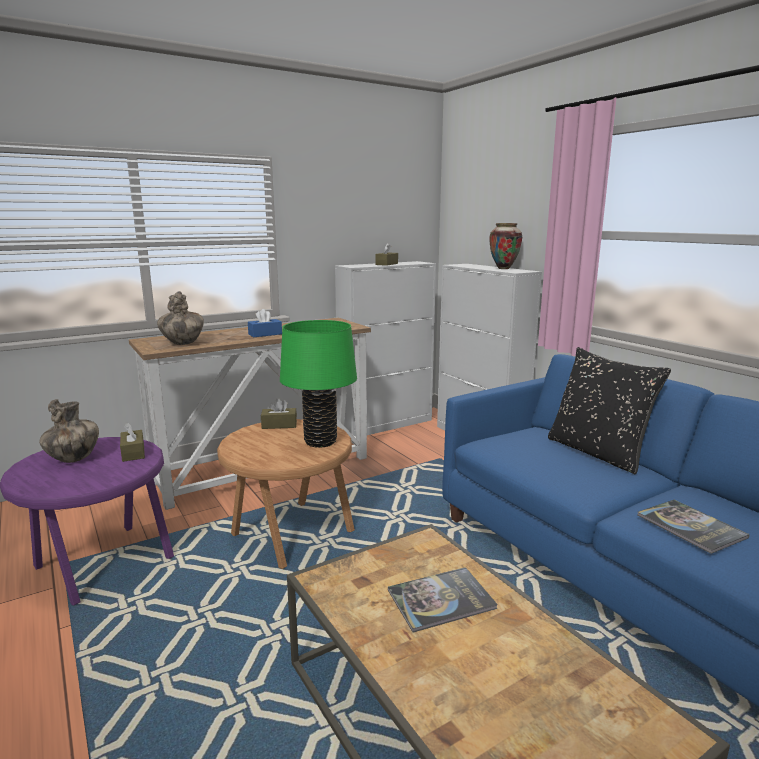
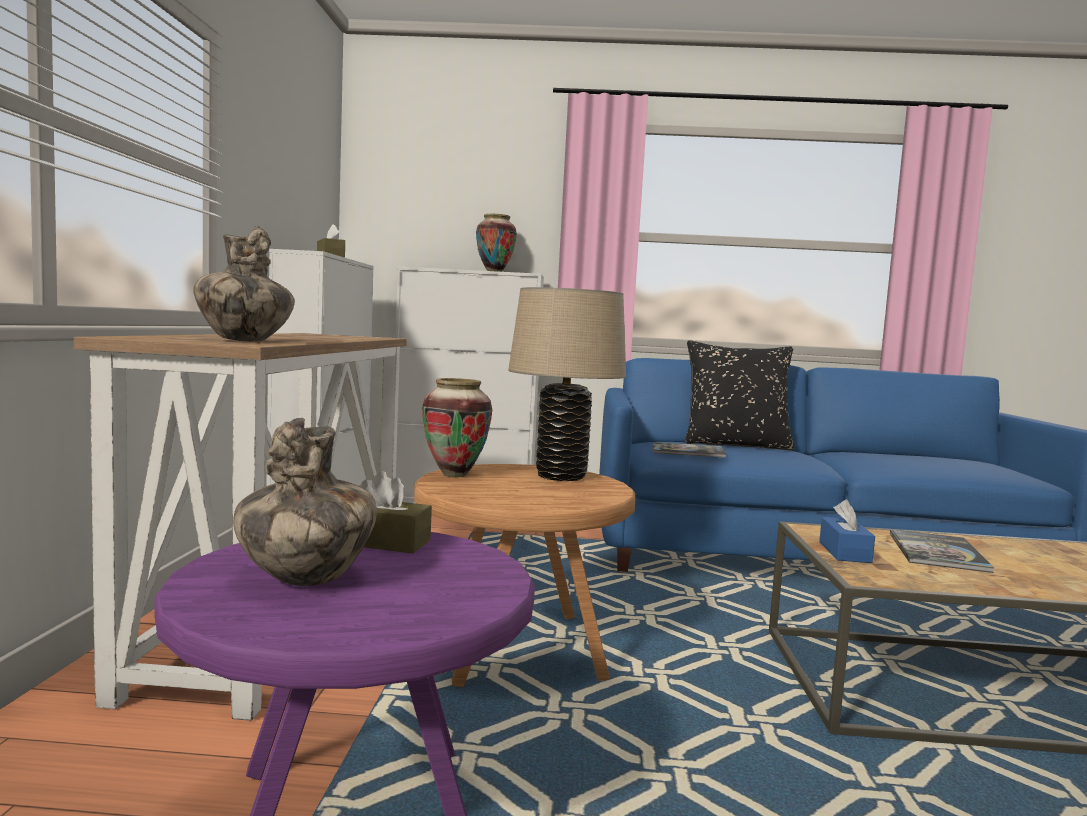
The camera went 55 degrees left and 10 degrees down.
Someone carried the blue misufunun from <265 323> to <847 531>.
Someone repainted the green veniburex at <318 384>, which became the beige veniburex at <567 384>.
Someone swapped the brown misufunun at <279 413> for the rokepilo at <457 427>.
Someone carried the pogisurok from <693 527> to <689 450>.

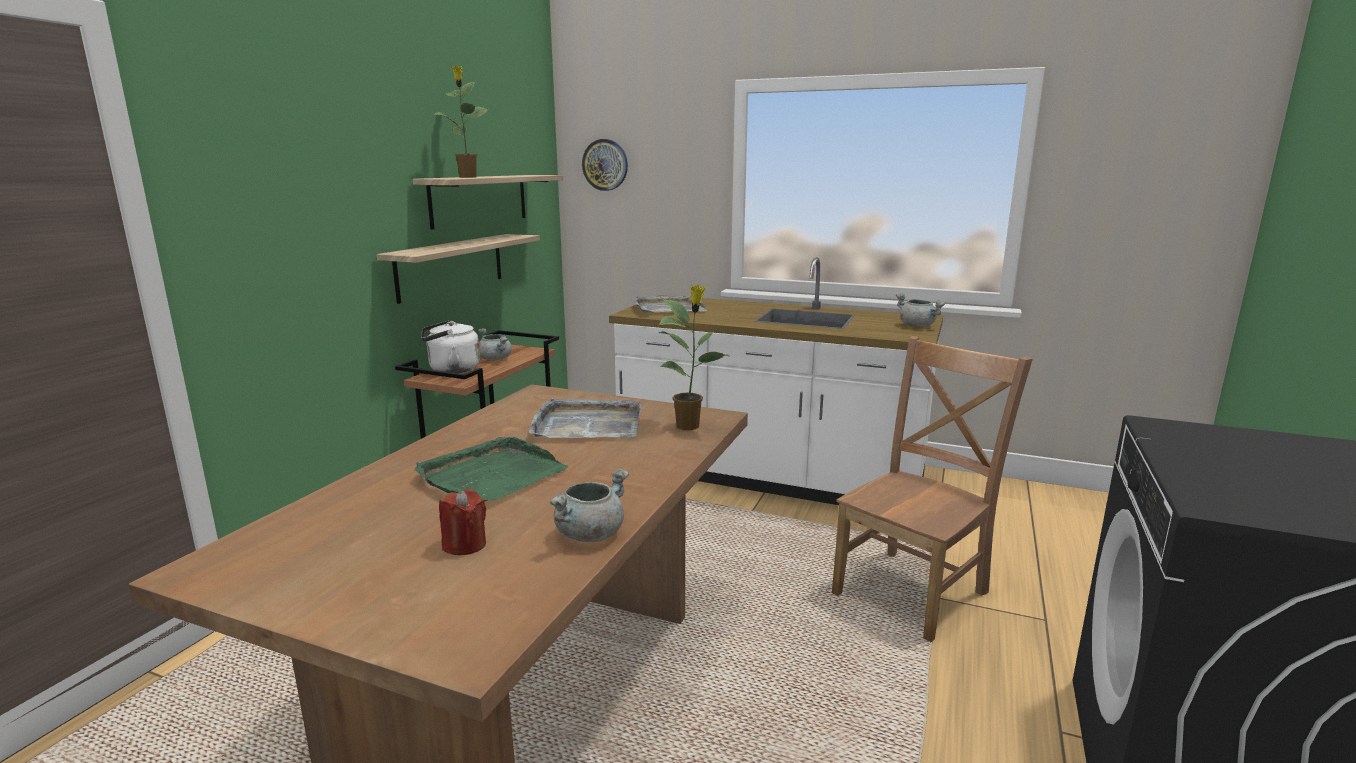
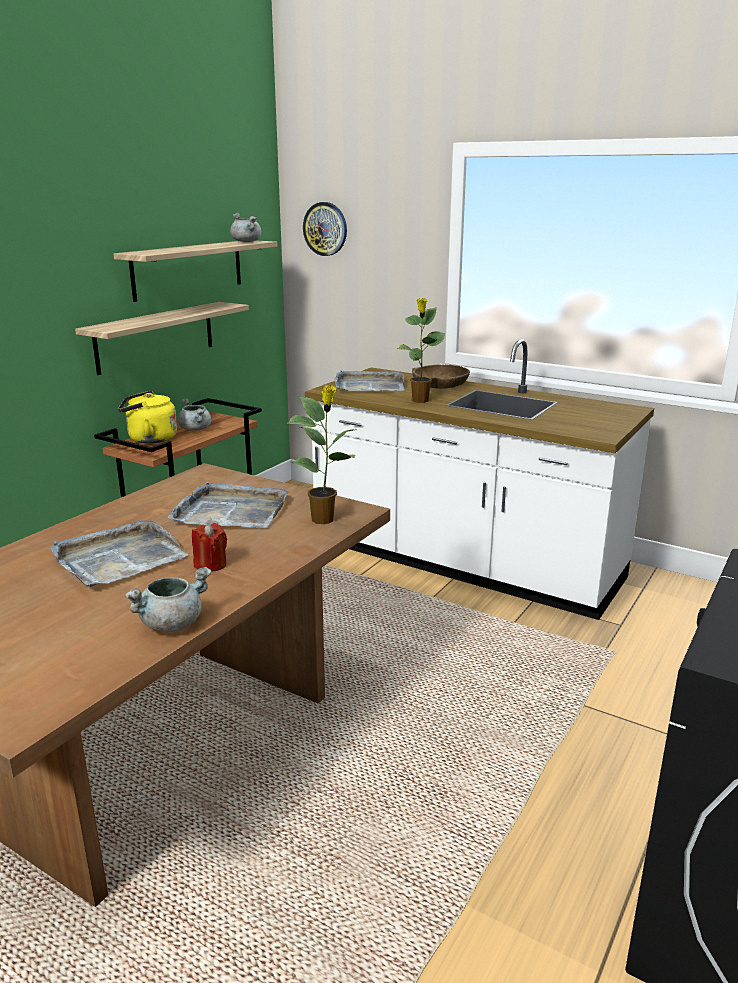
The camera went 10 degrees right and 5 degrees up.
Someone carried the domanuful from <461 122> to <421 350>.
Someone carried the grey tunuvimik from <921 310> to <245 227>.
Someone repainted the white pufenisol at <450 346>, which became the yellow pufenisol at <147 417>.
Someone took away the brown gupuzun at <932 489>.
Someone repainted the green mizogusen at <491 469>, which became the grey mizogusen at <119 553>.
Someone carried the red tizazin from <462 522> to <209 547>.
Someone put down the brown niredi at <441 377>.

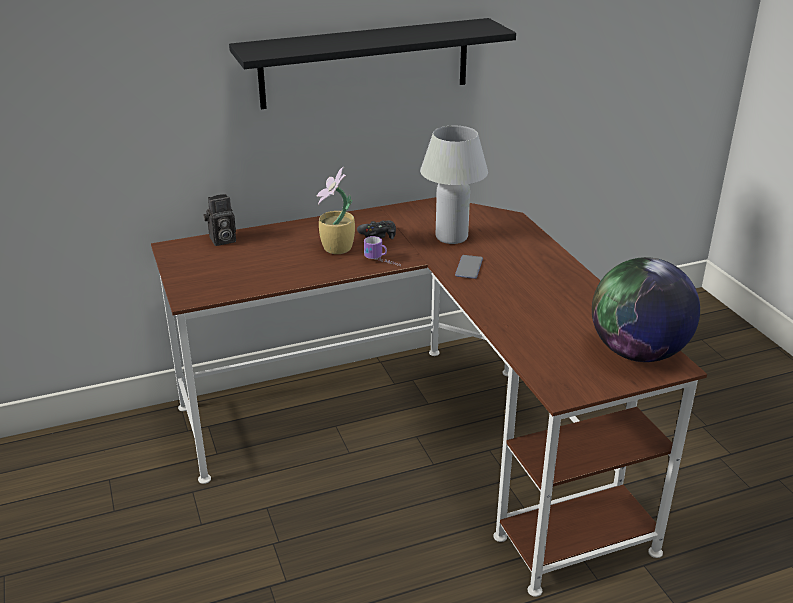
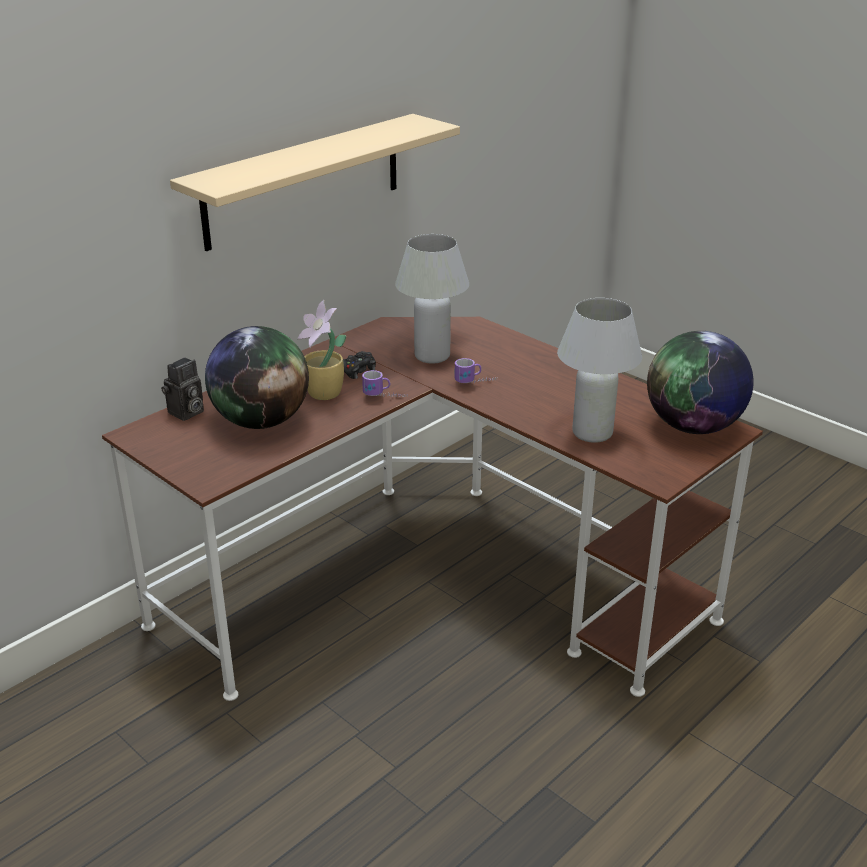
The camera went 25 degrees left and 0 degrees up.
Someone repainted the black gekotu at <372 63>, which became the beige gekotu at <315 182>.
Someone swapped the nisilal at <469 267> for the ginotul at <476 370>.
Someone put down the white veniburex at <599 370>.
Someone put down the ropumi at <257 377>.

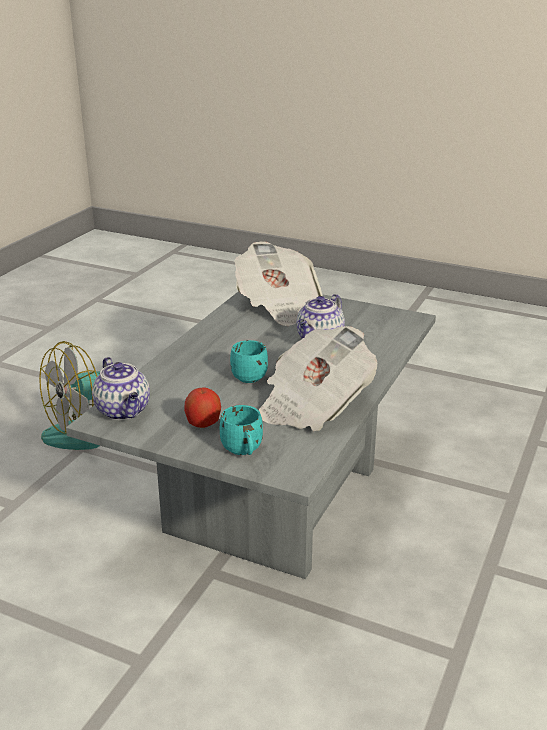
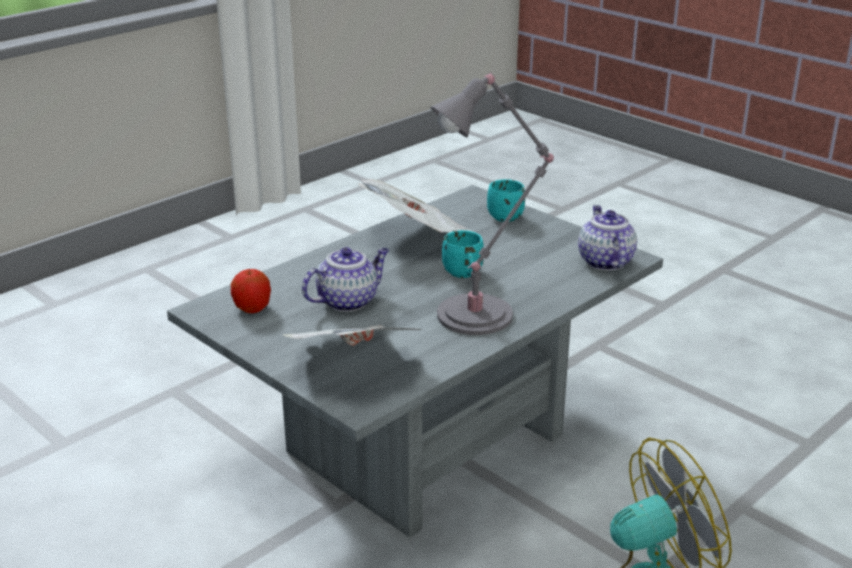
The camera went 160 degrees left and 0 degrees up.
Someone carried the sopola from <202 408> to <251 291>.
Someone put down the grey veniburex at <492 203>.

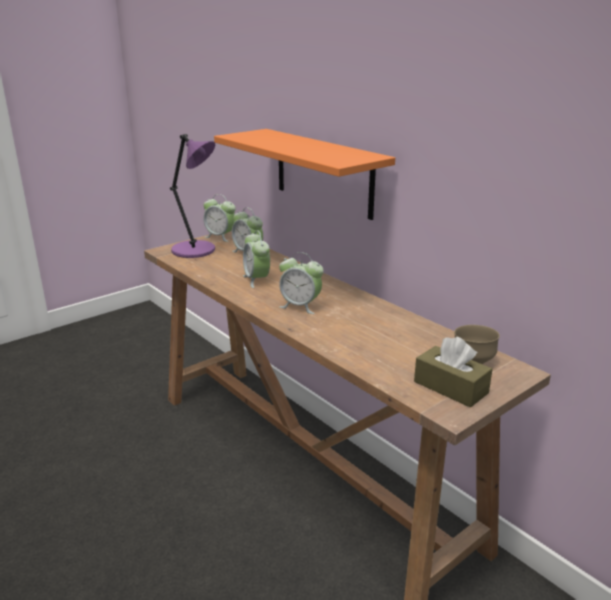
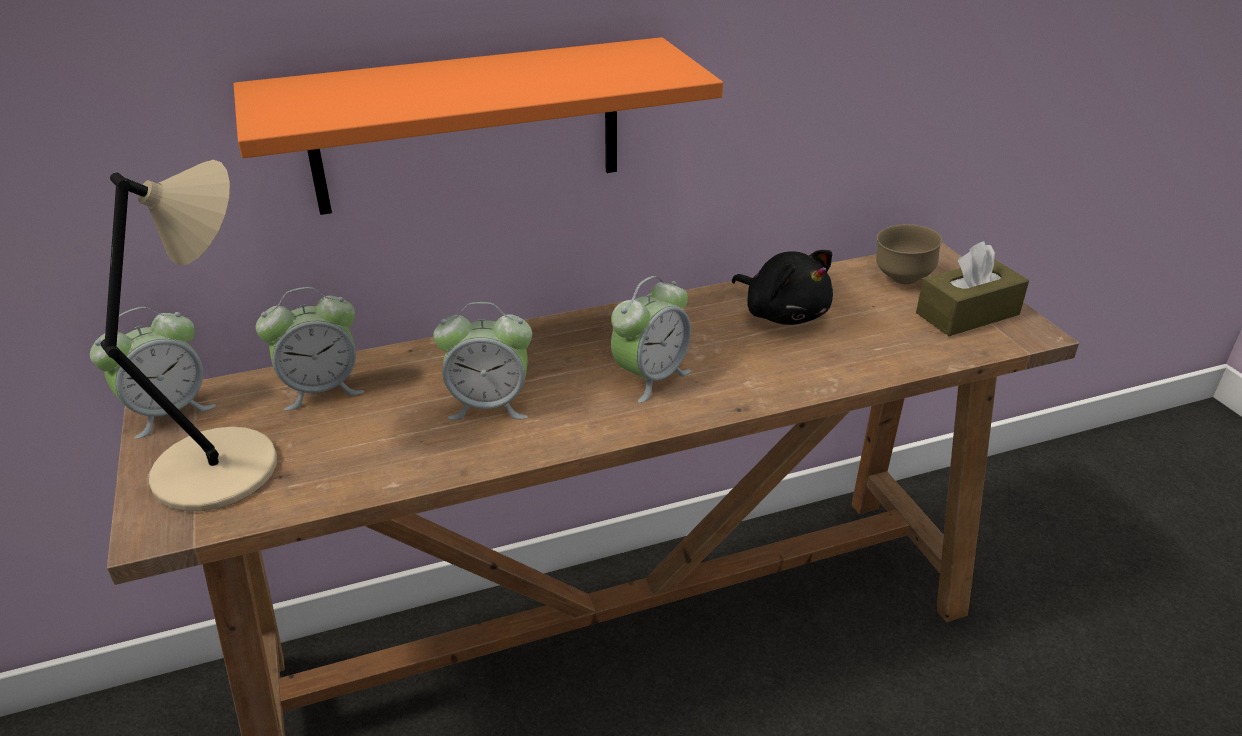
The camera went 70 degrees left and 10 degrees up.
Someone repainted the purple veniburex at <192 196>, which became the beige veniburex at <189 335>.
Someone put down the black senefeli at <782 287>.

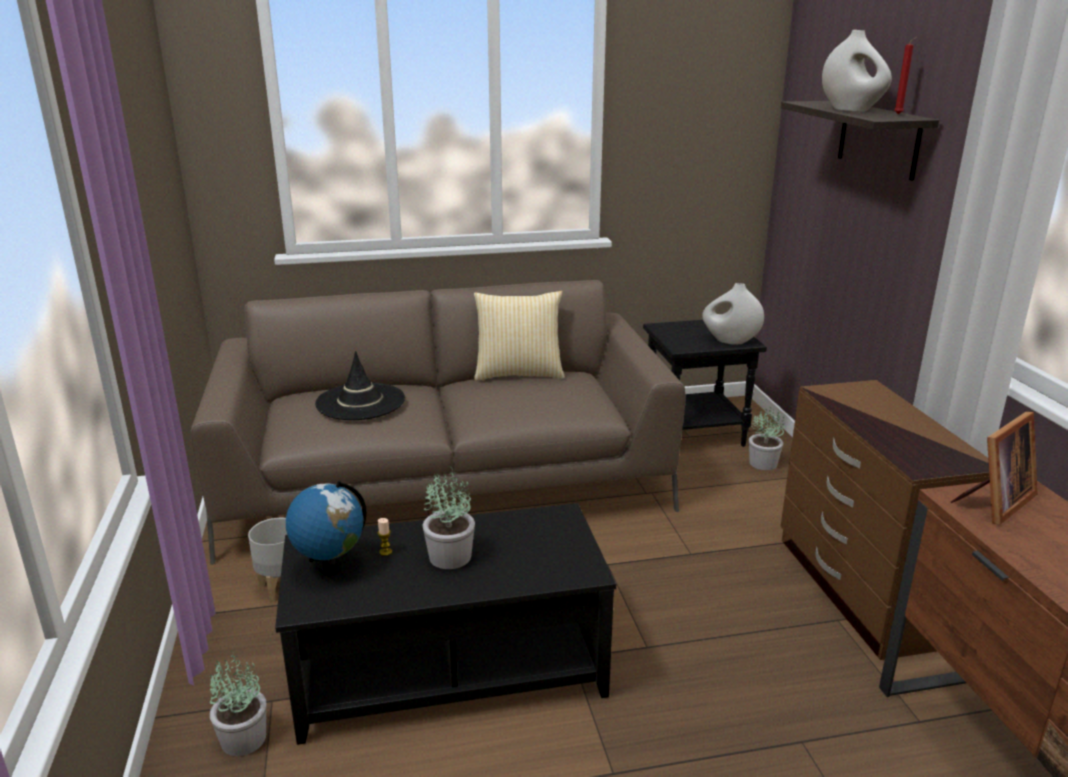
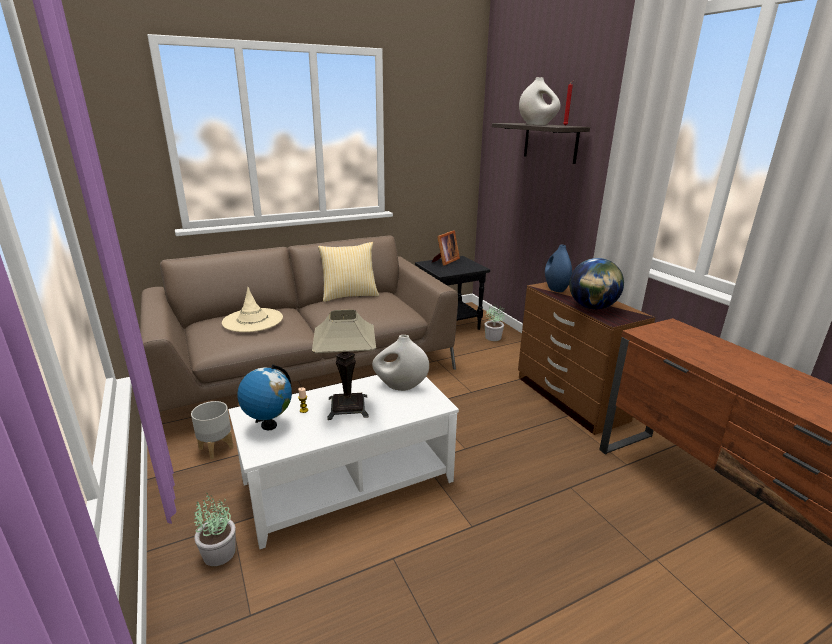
The camera went 15 degrees left and 0 degrees up.
Someone carried the white rokepilo from <733 314> to <400 363>.
Someone repainted the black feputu at <360 385>, which became the beige feputu at <252 309>.
Someone carried the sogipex from <994 468> to <446 248>.
Someone swapped the domanuful at <449 518> for the veniburex at <344 364>.
Someone repainted the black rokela at <445 624>, which became the white rokela at <343 462>.
Someone put down the blue rokepilo at <558 268>.
Someone put down the ropumi at <596 283>.

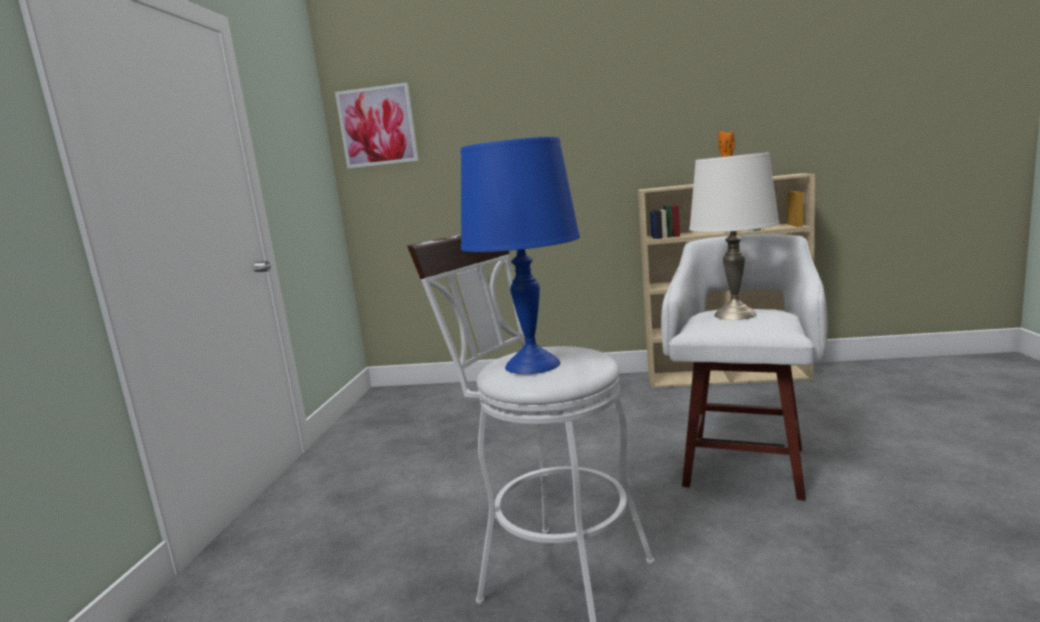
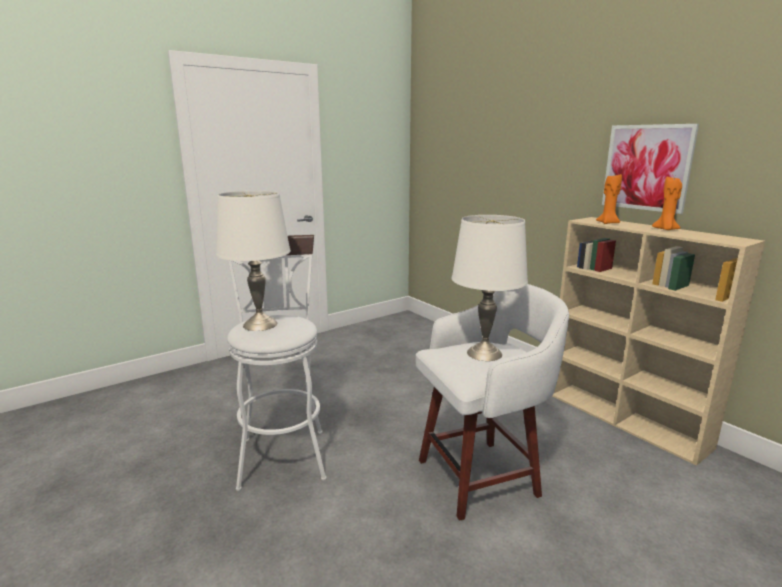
The camera went 45 degrees right and 5 degrees up.
Someone carried the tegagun from <377 126> to <650 169>.
Someone repainted the blue veniburex at <520 255>, which became the white veniburex at <253 261>.
Someone put down the orange tizazin at <609 199>.

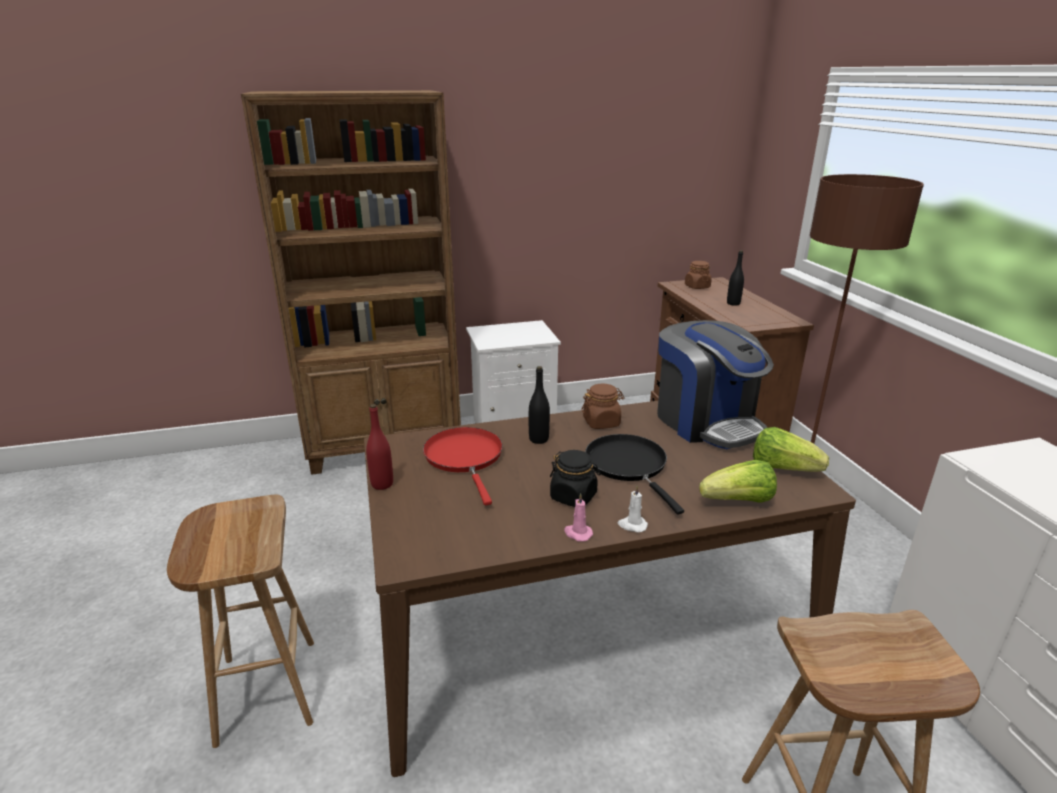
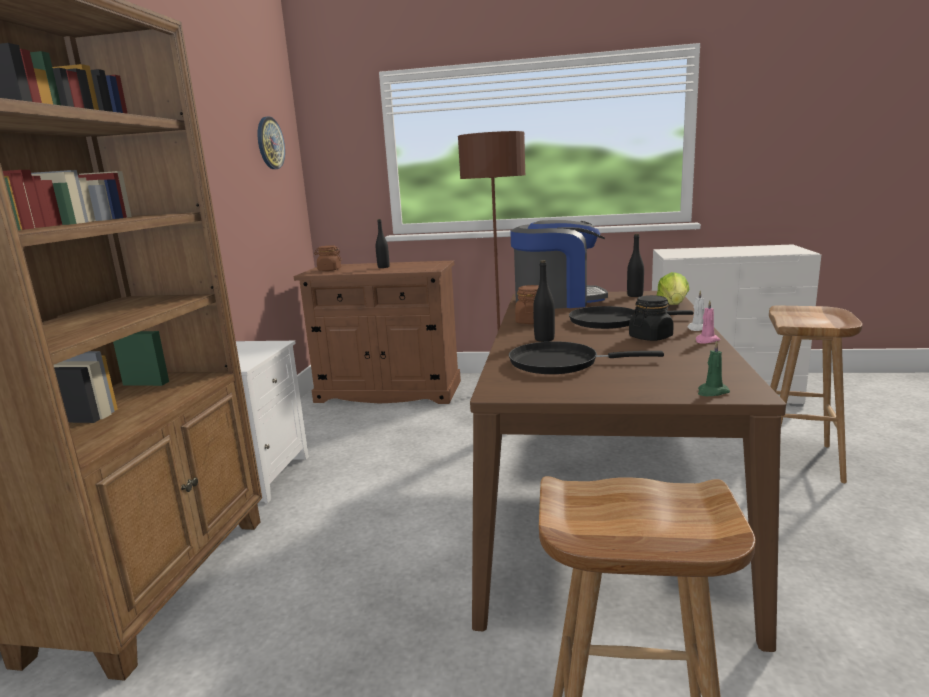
The camera went 65 degrees left and 10 degrees down.
Someone took away the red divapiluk at <379 447>.
Someone repainted the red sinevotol at <463 466>, which became the black sinevotol at <586 357>.
Someone swapped the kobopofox at <791 449> for the black divapiluk at <635 265>.
Someone put up the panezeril at <271 142>.
Someone put down the green tizazin at <714 368>.

